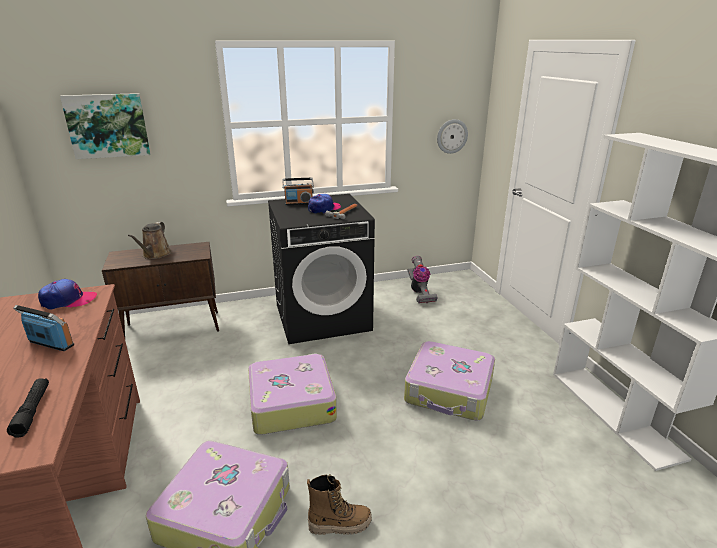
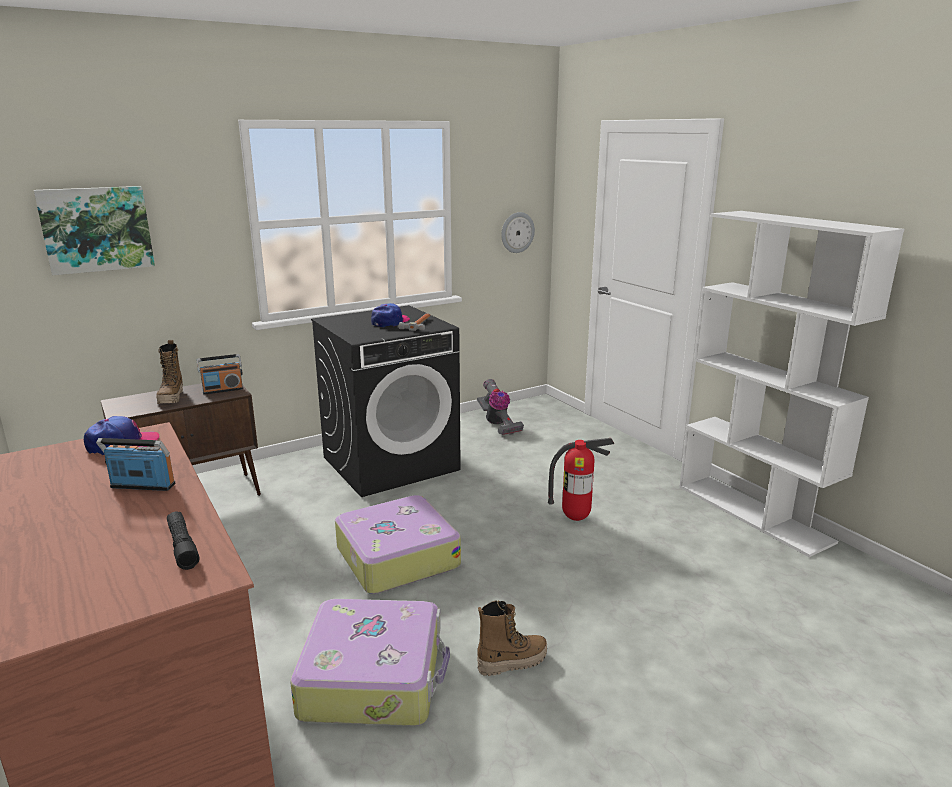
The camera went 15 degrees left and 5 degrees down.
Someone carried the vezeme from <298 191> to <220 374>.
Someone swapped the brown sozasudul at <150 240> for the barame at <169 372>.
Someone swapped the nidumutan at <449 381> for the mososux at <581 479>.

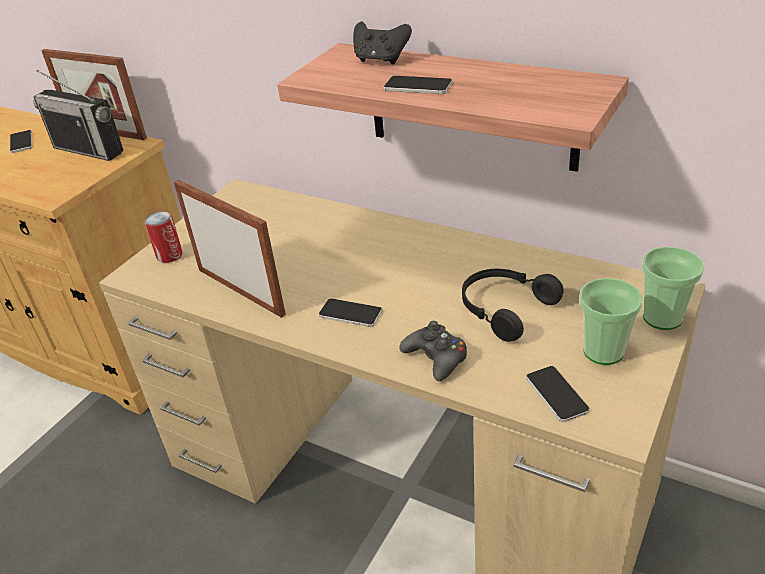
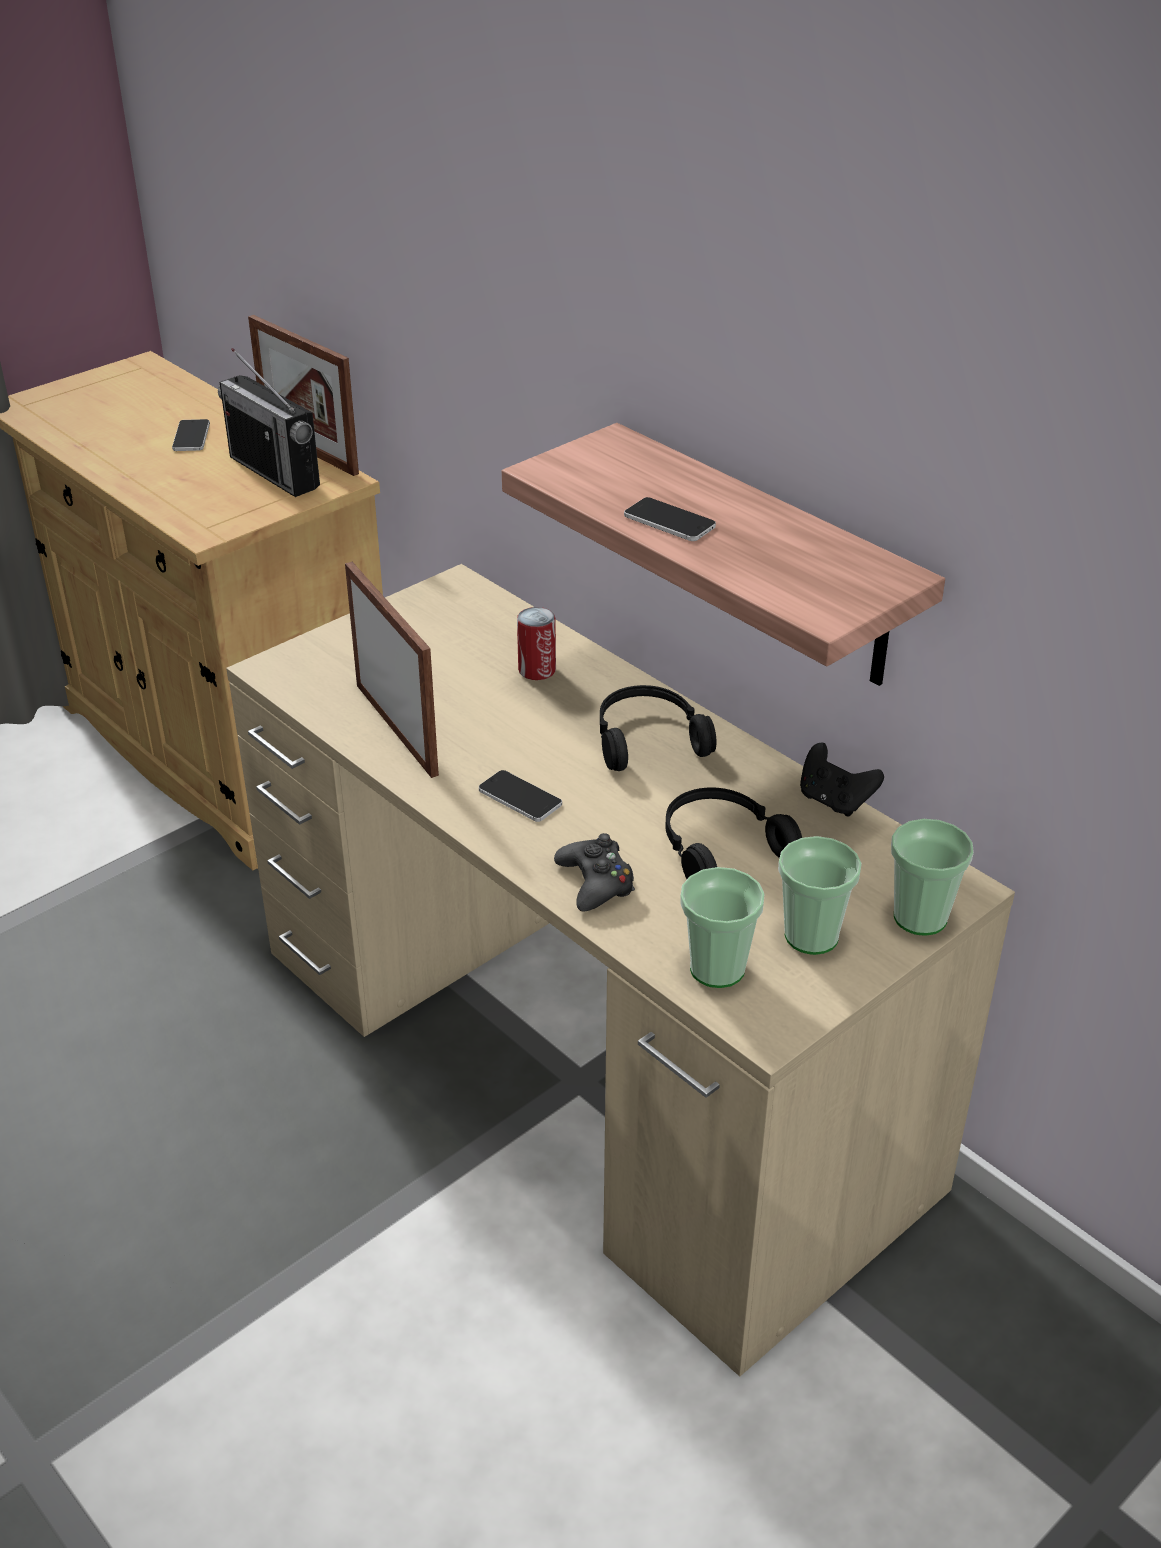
The camera went 15 degrees right and 0 degrees up.
Someone carried the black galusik from <382 42> to <842 780>.
Someone carried the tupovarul from <164 237> to <536 643>.
Someone swapped the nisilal at <557 394> for the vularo at <722 927>.
Someone put down the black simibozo at <658 728>.

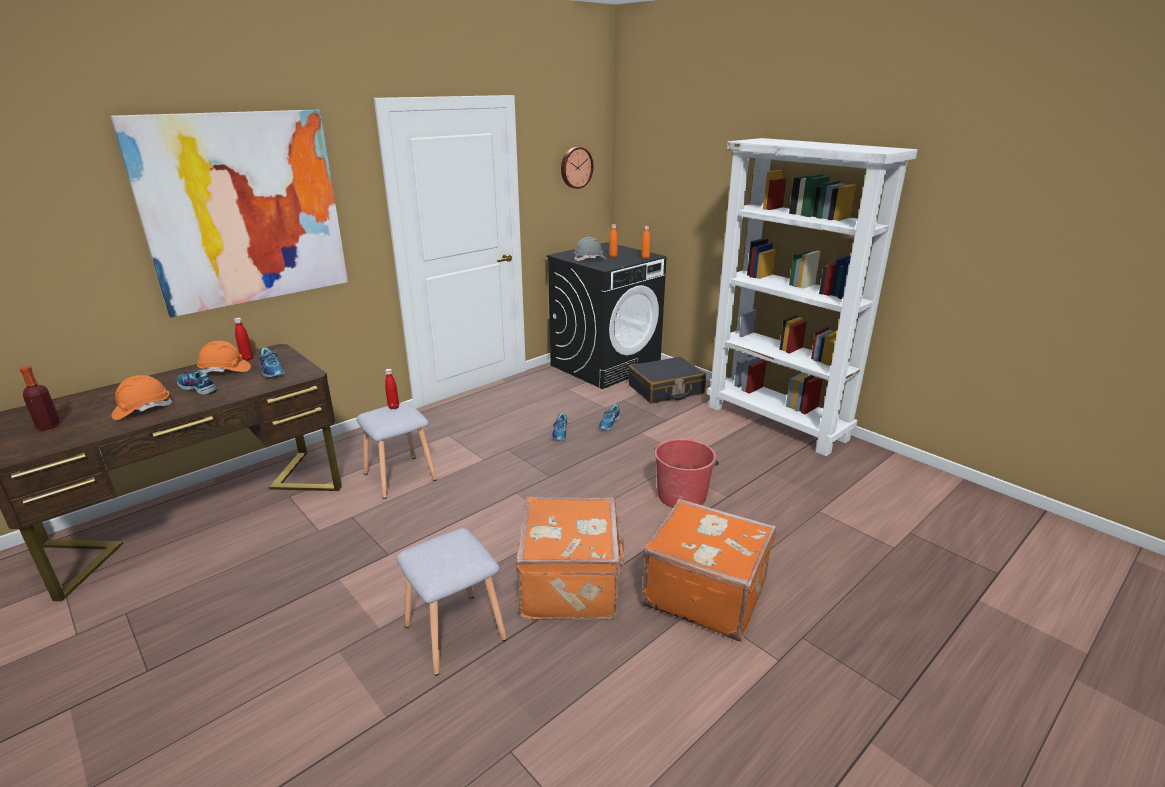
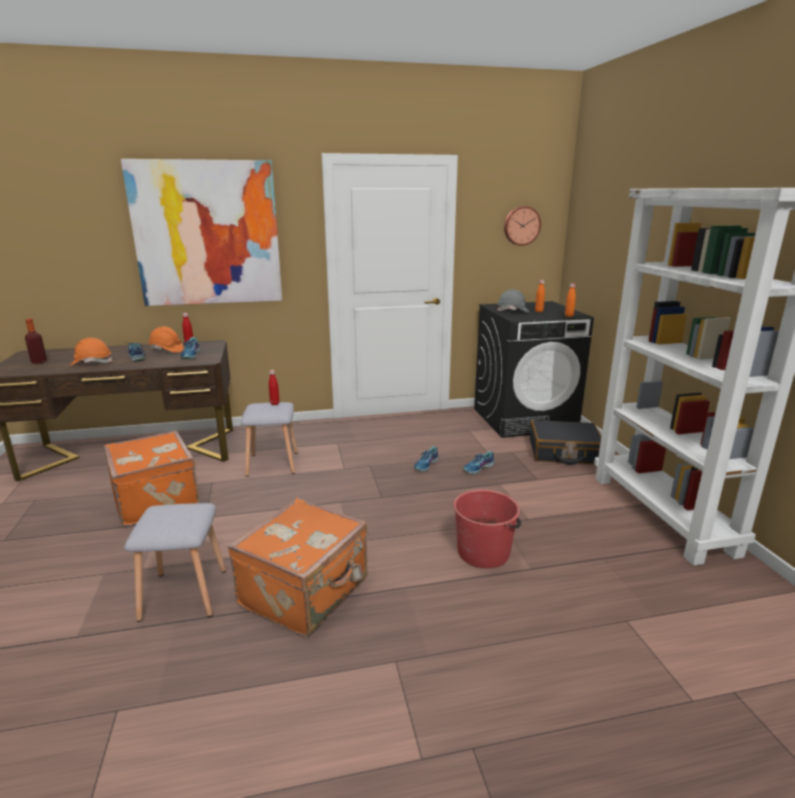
The camera went 30 degrees right and 5 degrees down.
Someone carried the orange nidumutan from <709 569> to <152 478>.

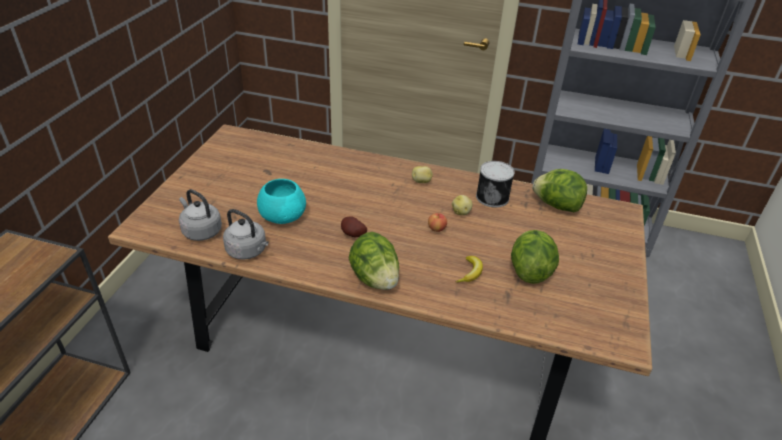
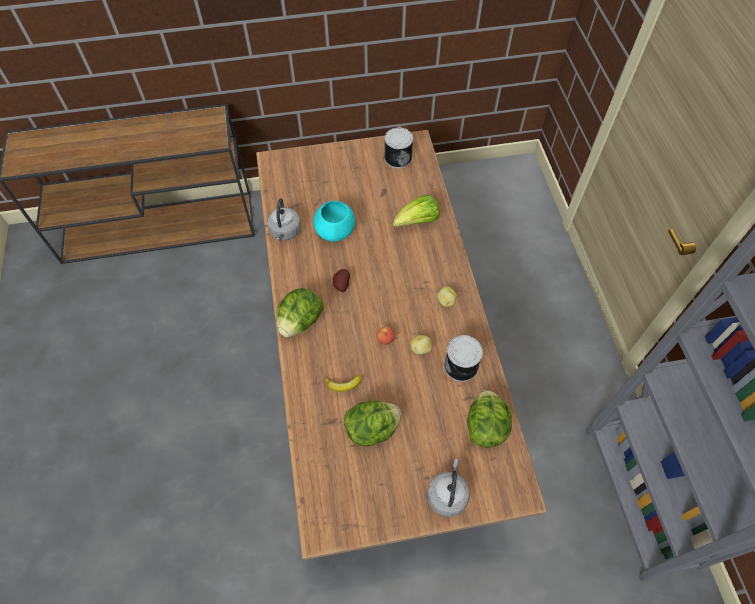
The camera went 65 degrees right and 20 degrees up.
Someone carried the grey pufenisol from <200 215> to <448 488>.
Someone put down the tupovarul at <398 147>.
Someone put down the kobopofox at <416 211>.

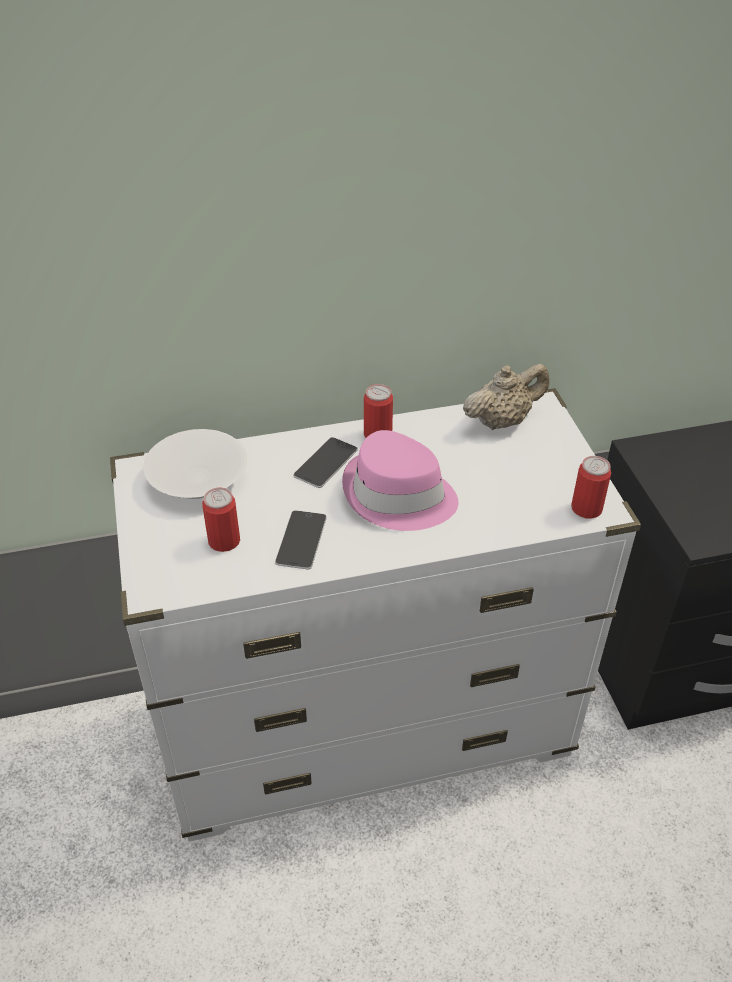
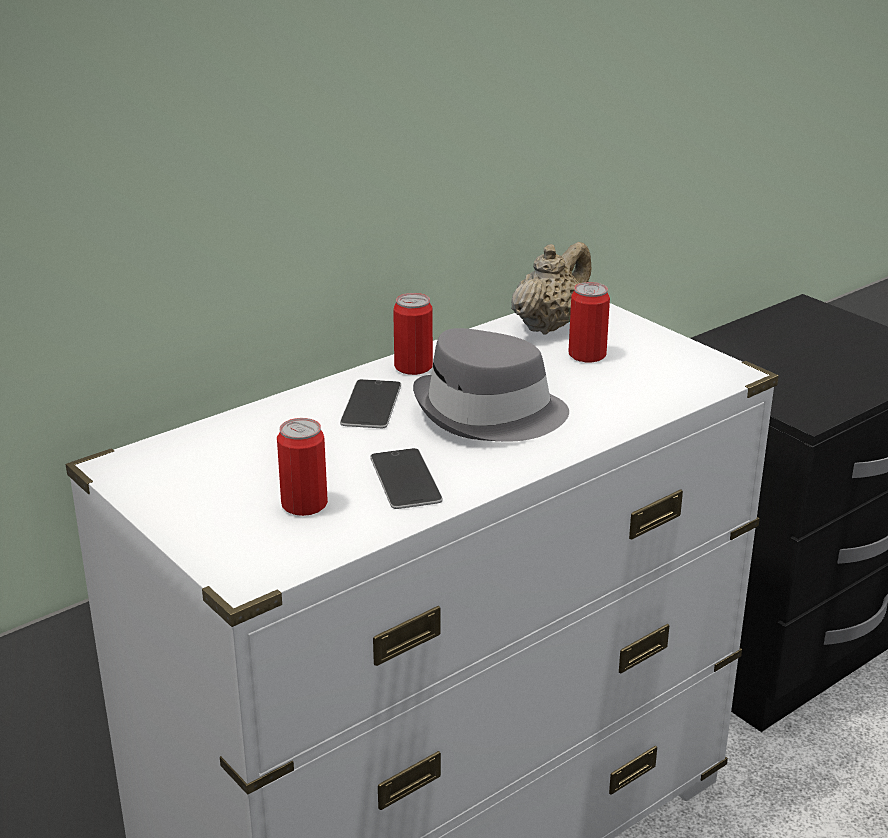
The camera went 25 degrees left and 15 degrees down.
Someone took away the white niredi at <195 464>.
Someone repainted the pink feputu at <400 480>, which became the grey feputu at <491 385>.
Someone carried the tupovarul from <591 487> to <589 322>.

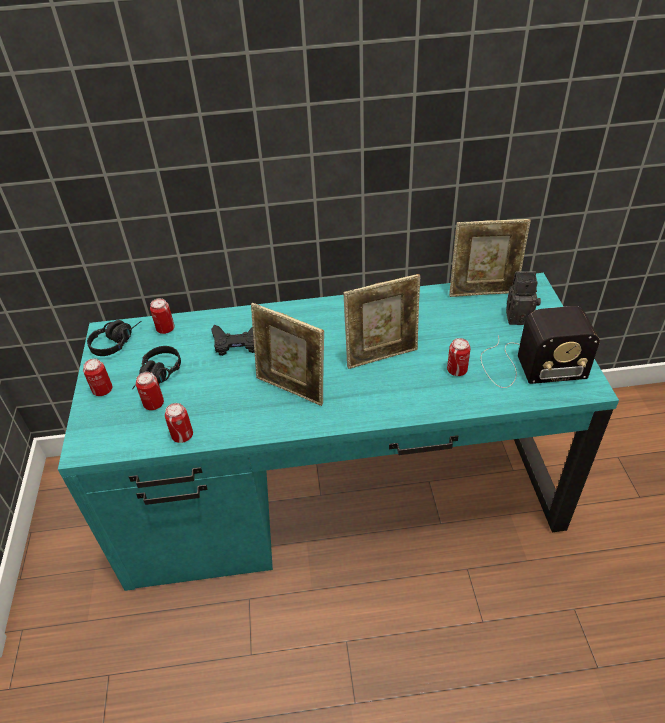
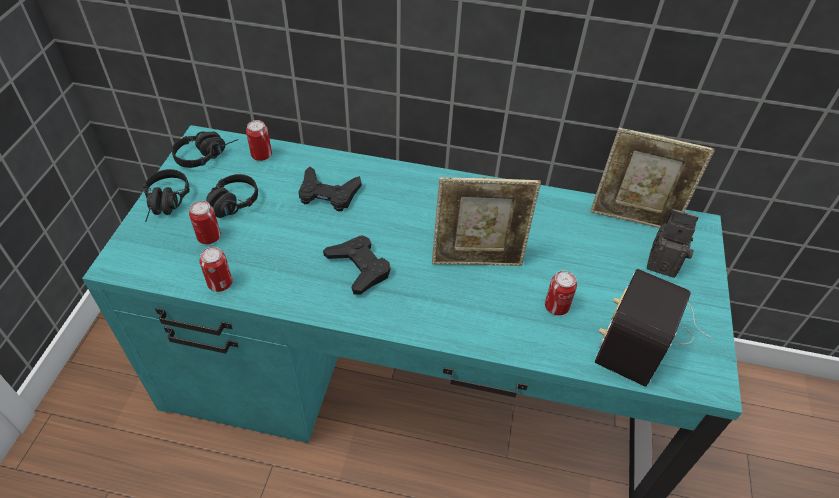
The camera went 15 degrees right and 5 degrees up.
Someone swapped the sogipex at <287 354> for the black galusik at <356 265>.
Someone rotated the vezeme at <540 347> by 105 degrees clockwise.
Someone swapped the tupovarul at <97 377> for the black simibozo at <166 195>.

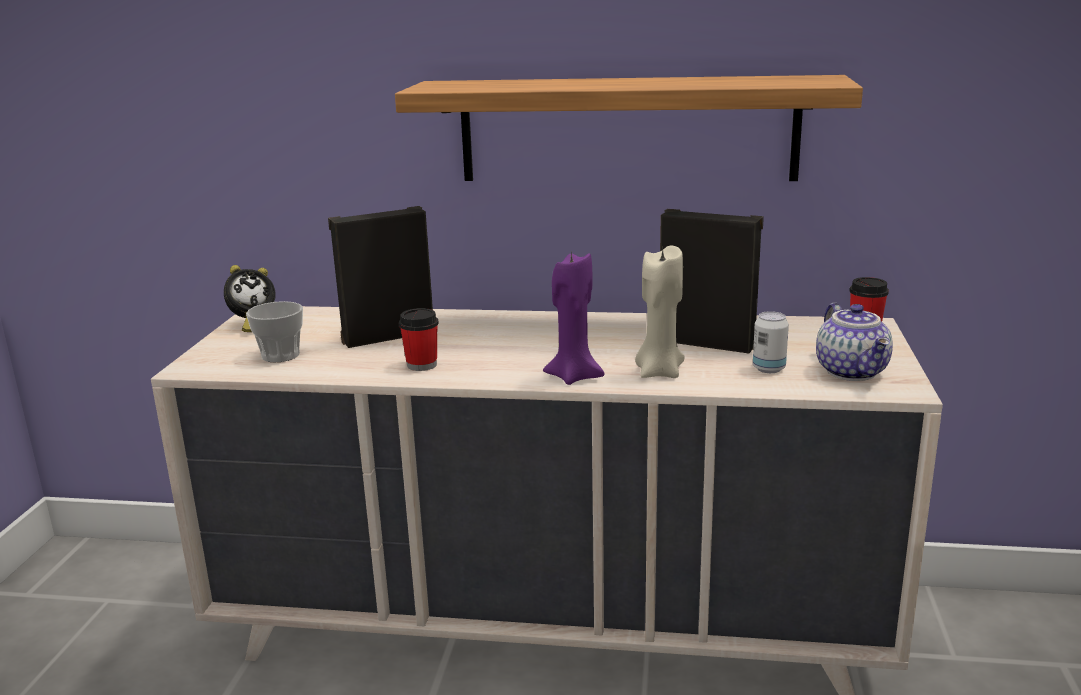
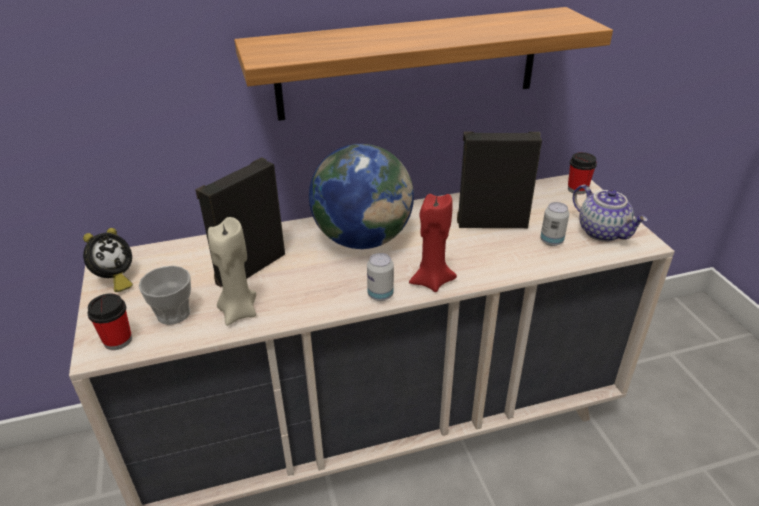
The camera went 25 degrees left and 15 degrees up.
Someone carried the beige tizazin from <660 311> to <232 271>.
Someone repainted the purple tizazin at <574 318>, which became the red tizazin at <433 243>.
Someone carried the vularo from <419 339> to <109 321>.
Someone put down the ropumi at <361 196>.
Someone put down the tupovarul at <380 277>.

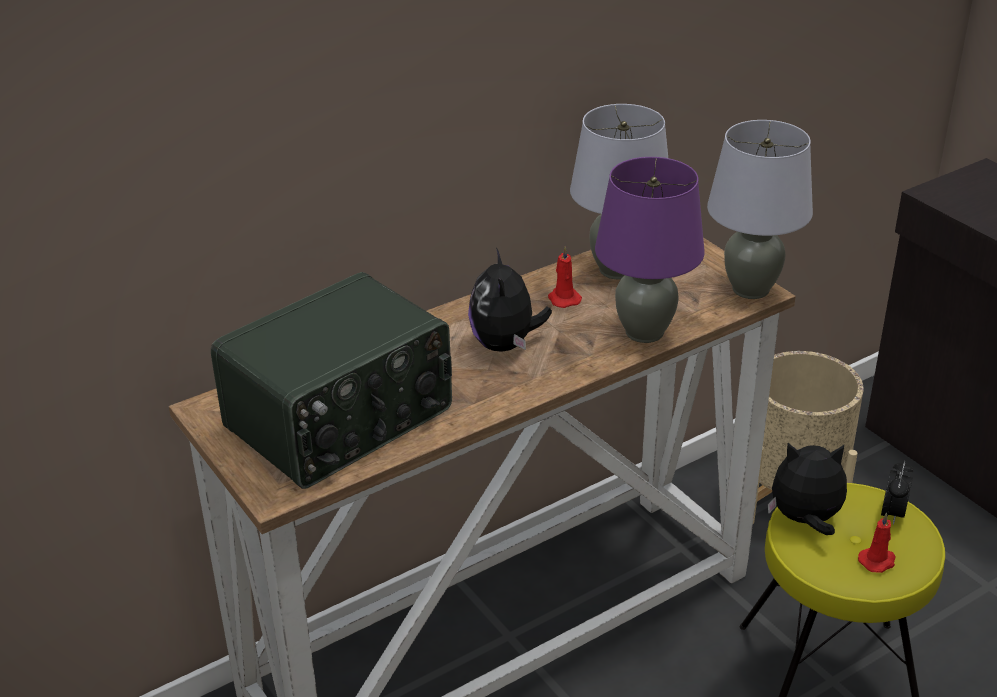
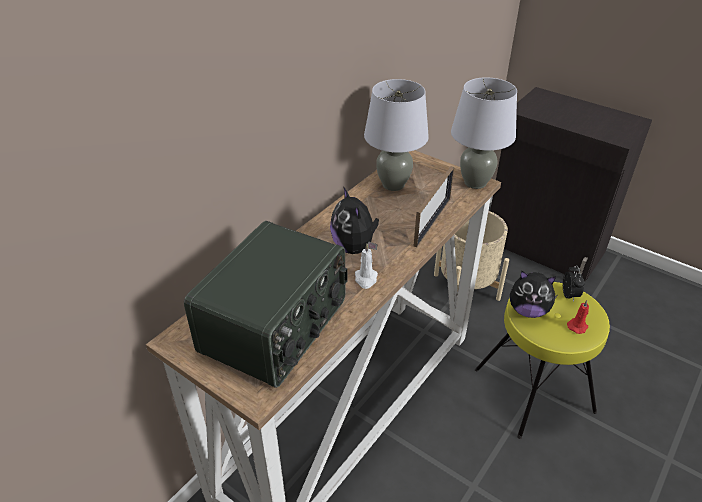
The camera went 20 degrees left and 5 degrees up.
Someone swapped the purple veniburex at <650 250> for the sogipex at <434 206>.
Someone took away the red tizazin at <565 277>.
Someone rotated the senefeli at <807 489> by 150 degrees counterclockwise.
Someone put down the white tizazin at <366 266>.

